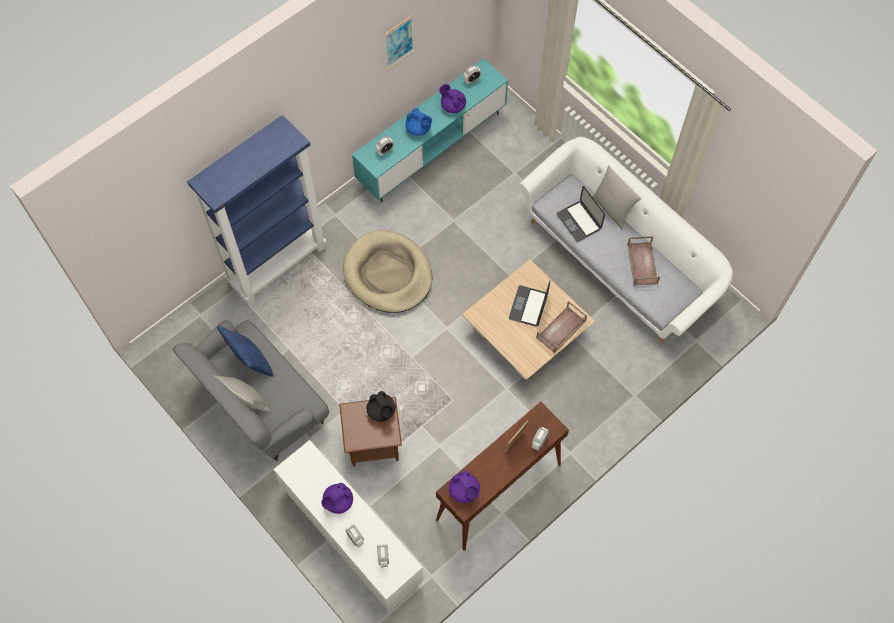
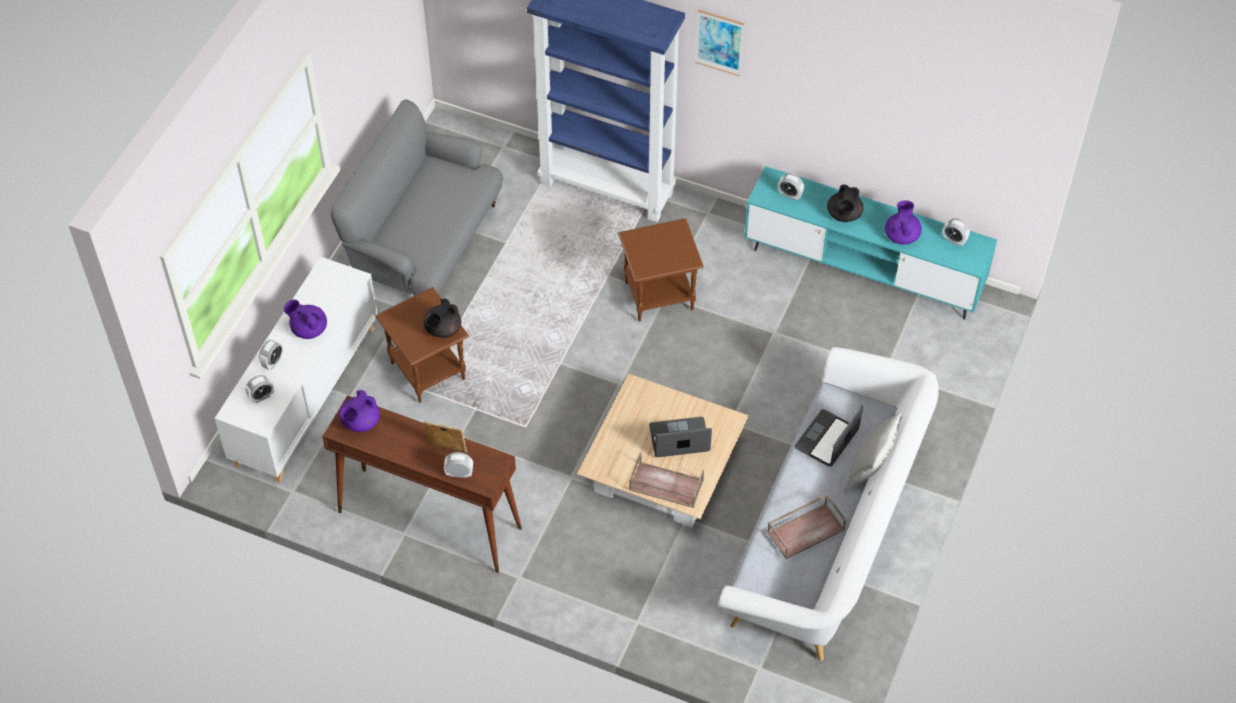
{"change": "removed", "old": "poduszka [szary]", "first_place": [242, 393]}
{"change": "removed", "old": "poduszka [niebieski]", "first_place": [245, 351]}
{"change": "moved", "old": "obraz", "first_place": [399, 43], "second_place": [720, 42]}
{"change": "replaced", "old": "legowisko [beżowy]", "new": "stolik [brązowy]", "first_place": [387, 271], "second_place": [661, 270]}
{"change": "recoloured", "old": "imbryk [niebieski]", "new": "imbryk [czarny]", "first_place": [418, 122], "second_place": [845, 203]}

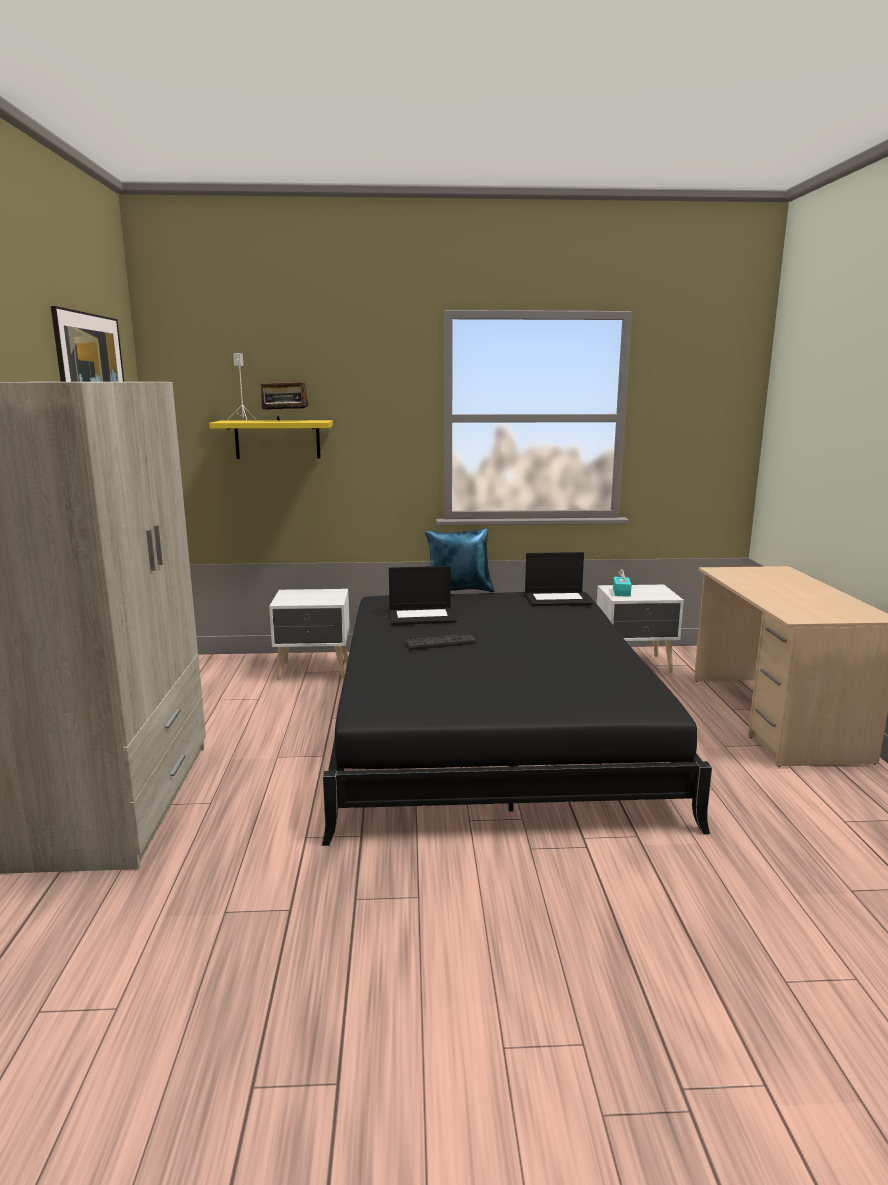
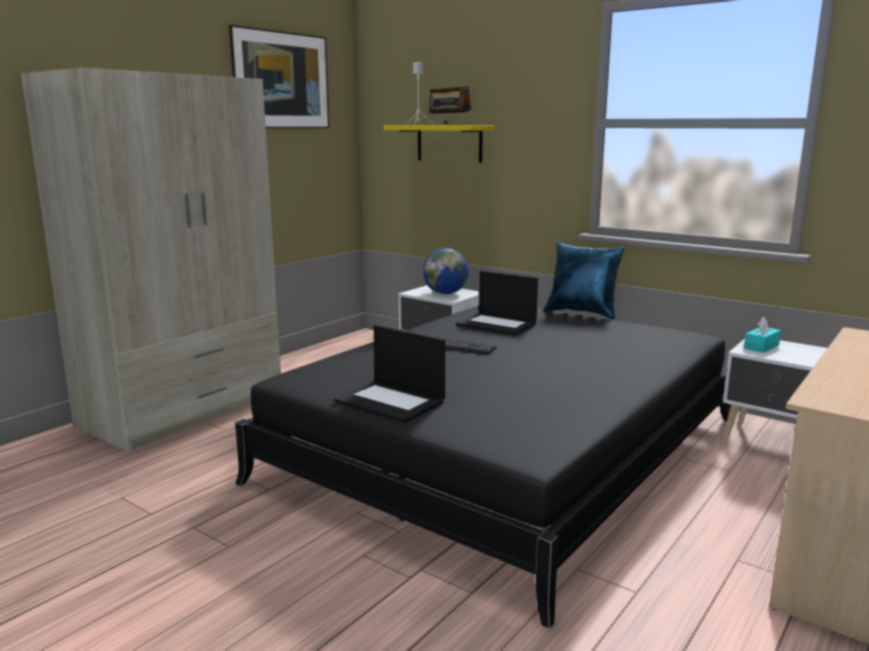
{"change": "added", "new": "globus", "second_place": [446, 271]}
{"change": "moved", "old": "laptop", "first_place": [559, 579], "second_place": [389, 374]}

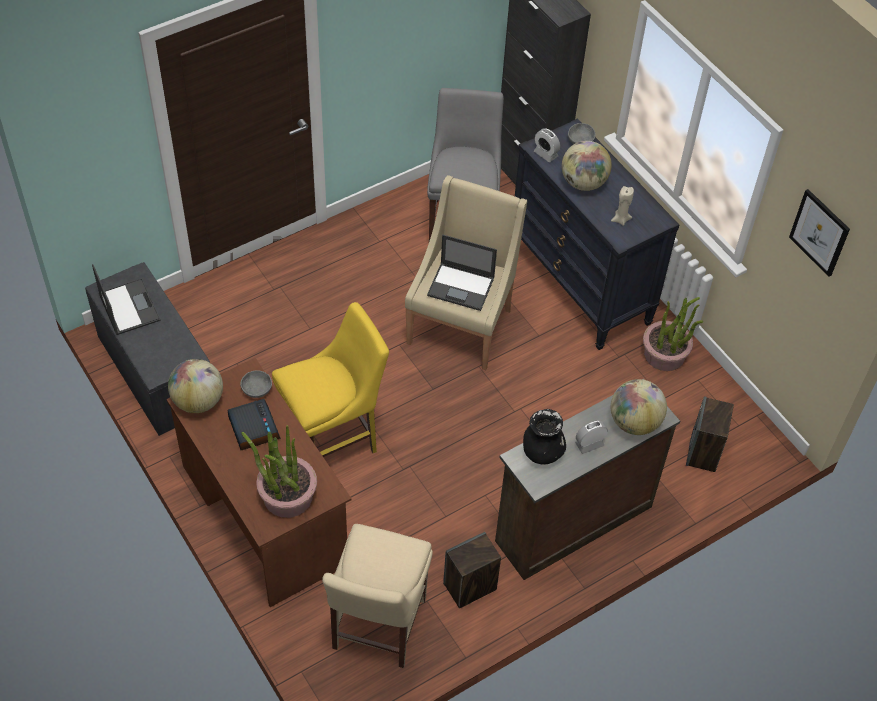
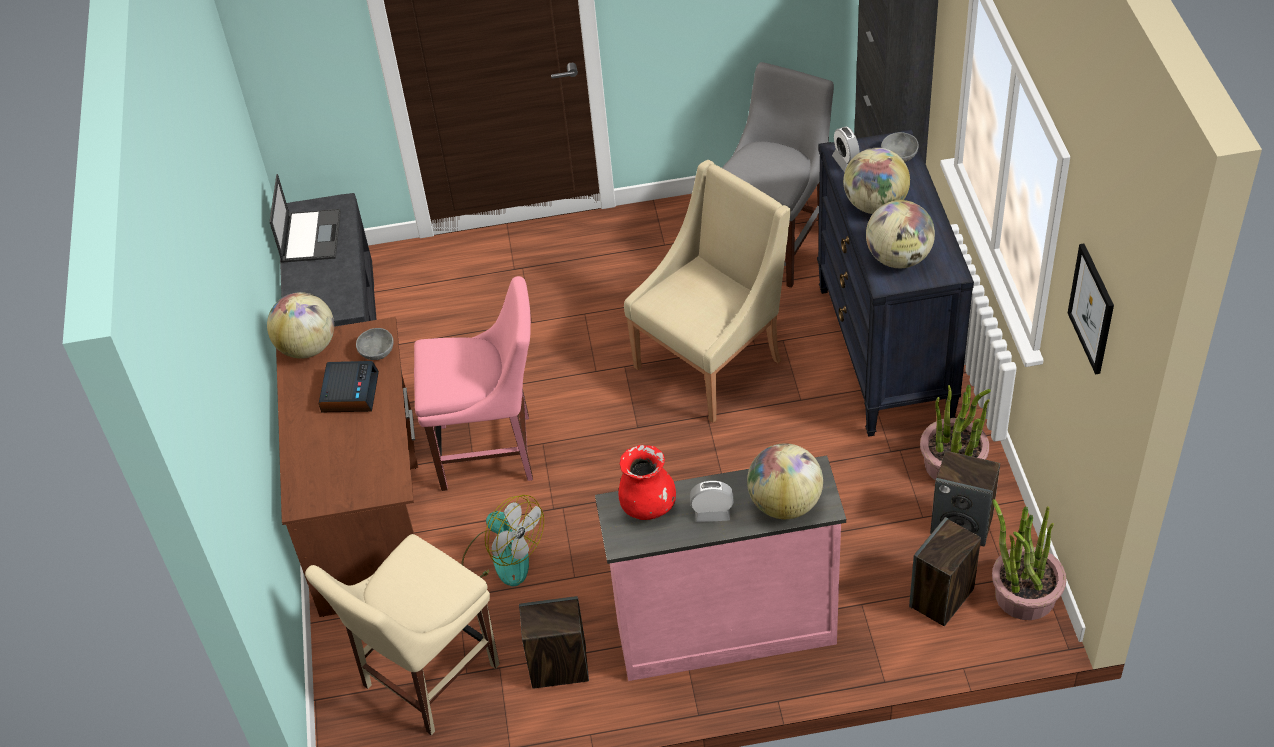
{"change": "removed", "old": "laptop", "first_place": [462, 273]}
{"change": "added", "new": "wentylator", "second_place": [502, 540]}
{"change": "added", "new": "głośnik", "second_place": [965, 498]}
{"change": "moved", "old": "roślina doniczkowa", "first_place": [279, 471], "second_place": [1029, 559]}
{"change": "replaced", "old": "świeca [beżowy]", "new": "globus", "first_place": [622, 206], "second_place": [900, 234]}
{"change": "recoloured", "old": "krzesło [żółty]", "new": "krzesło [różowy]", "first_place": [330, 379], "second_place": [473, 383]}
{"change": "recoloured", "old": "komoda [brązowy]", "new": "komoda [różowy]", "first_place": [587, 479], "second_place": [720, 568]}
{"change": "recoloured", "old": "wazon [czarny]", "new": "wazon [czerwony]", "first_place": [544, 436], "second_place": [647, 482]}

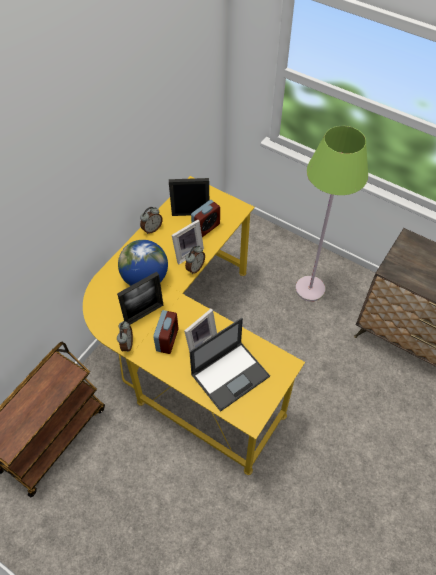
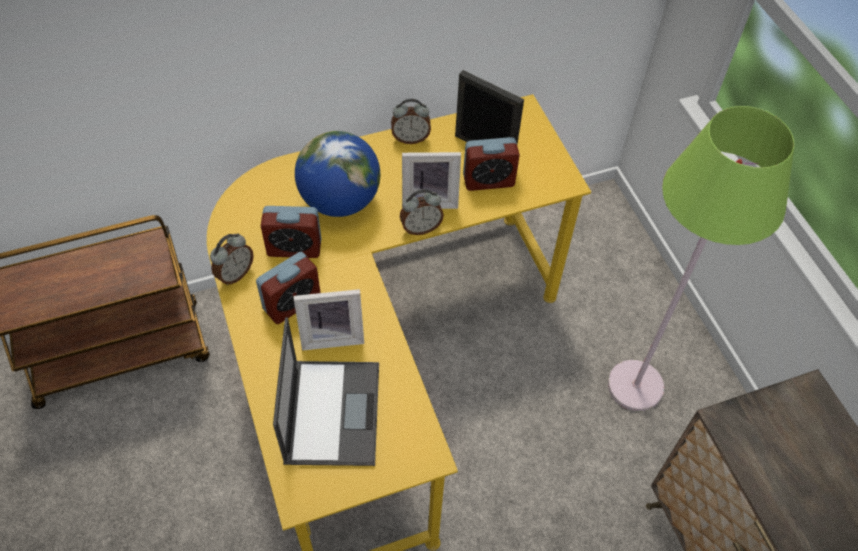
{"change": "replaced", "old": "ramka na zdjęcie", "new": "budzik", "first_place": [140, 298], "second_place": [291, 232]}
{"change": "turned", "old": "laptop", "first_place": [229, 365], "second_place": [326, 391], "degrees": -90}

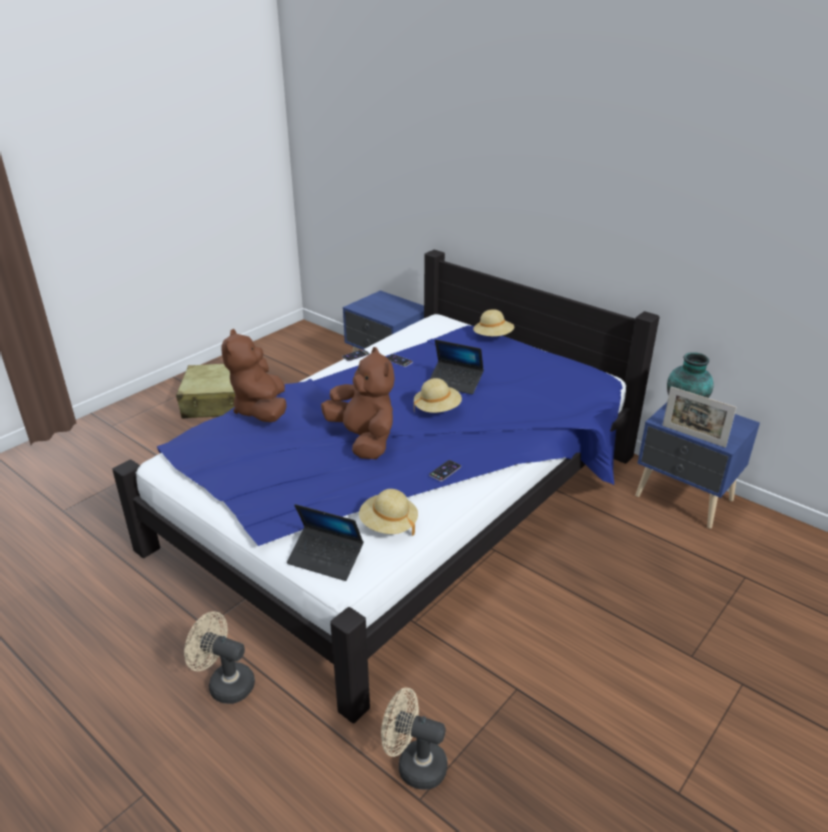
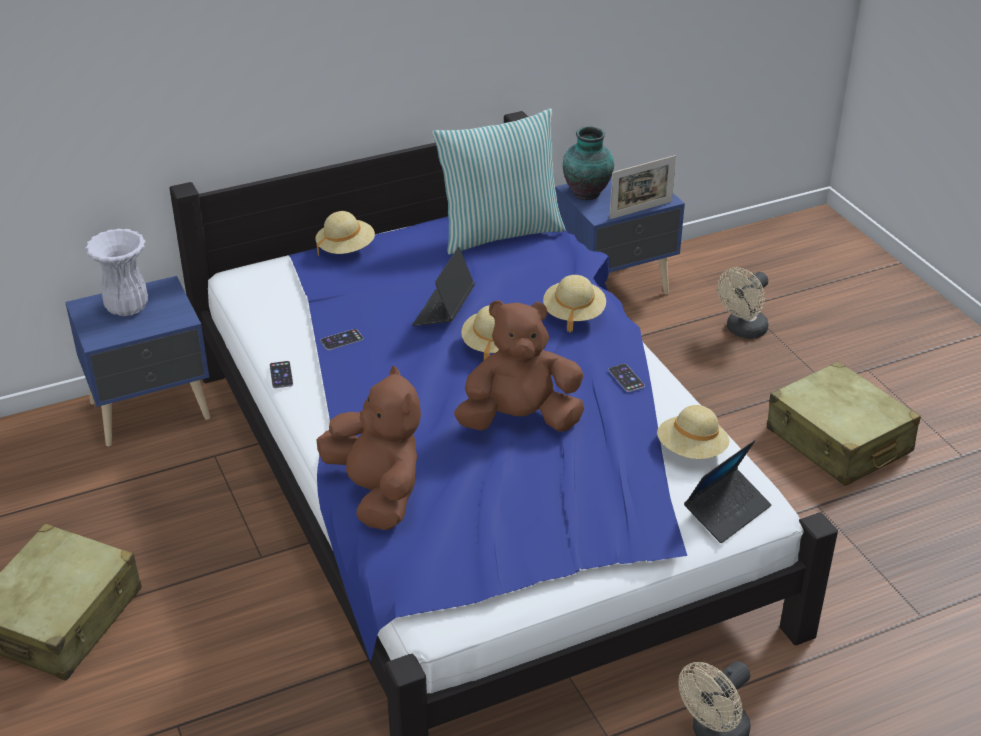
{"change": "added", "new": "wazon [biały]", "second_place": [116, 272]}
{"change": "added", "new": "poduszka", "second_place": [499, 182]}
{"change": "added", "new": "kapelusz [beżowy]", "second_place": [574, 304]}
{"change": "added", "new": "walizka [beżowy]", "second_place": [844, 423]}
{"change": "moved", "old": "wentylator [beżowy]", "first_place": [414, 739], "second_place": [743, 303]}
{"change": "turned", "old": "pluszak [brązowy]", "first_place": [254, 375], "second_place": [369, 448], "degrees": -135}
{"change": "turned", "old": "laptop", "first_place": [457, 367], "second_place": [443, 286], "degrees": 150}

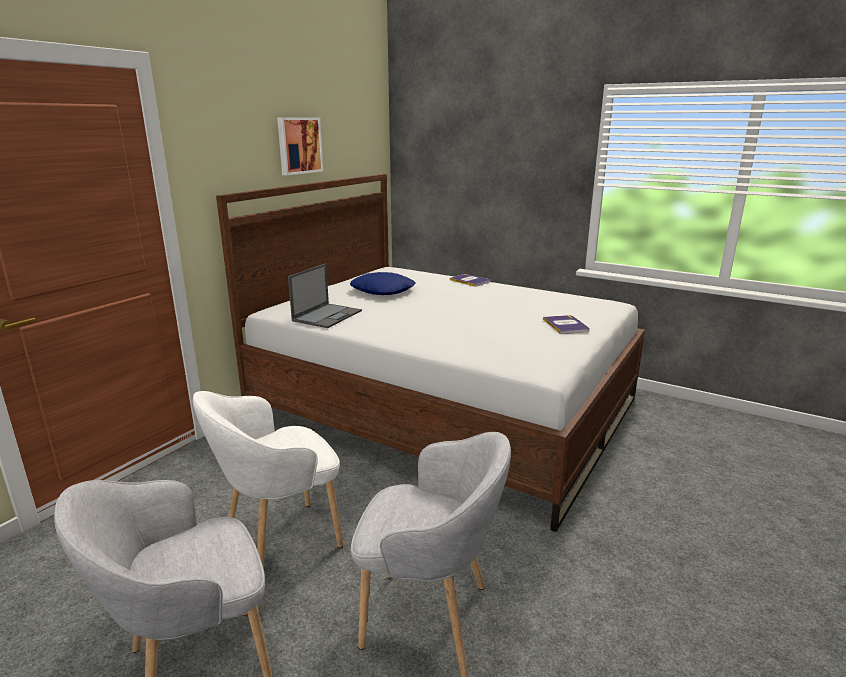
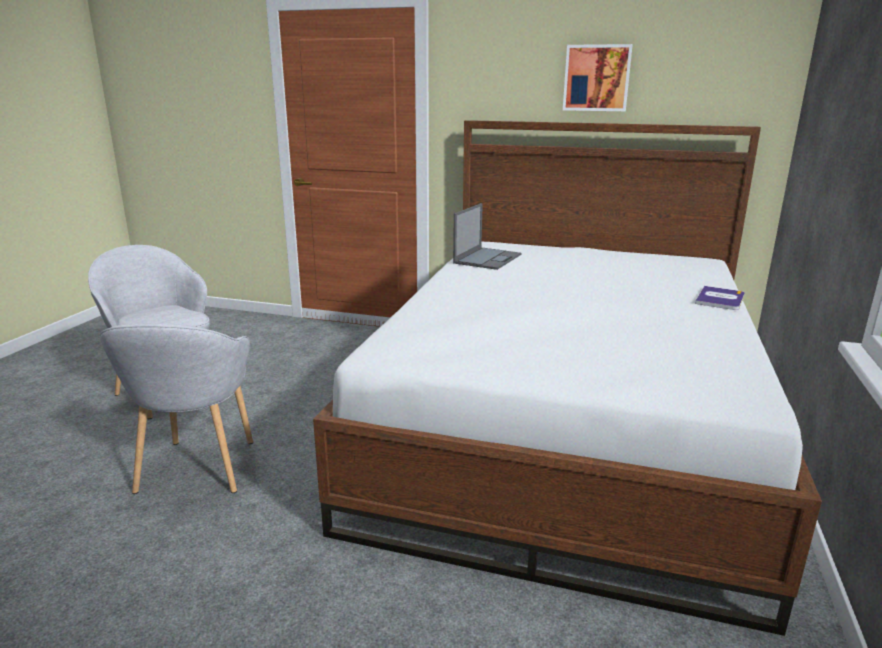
{"change": "removed", "old": "fotel [biały]", "first_place": [268, 480]}
{"change": "removed", "old": "poduszka [niebieski]", "first_place": [383, 283]}
{"change": "removed", "old": "książka", "first_place": [566, 324]}
{"change": "turned", "old": "laptop", "first_place": [325, 295], "second_place": [487, 236], "degrees": -75}

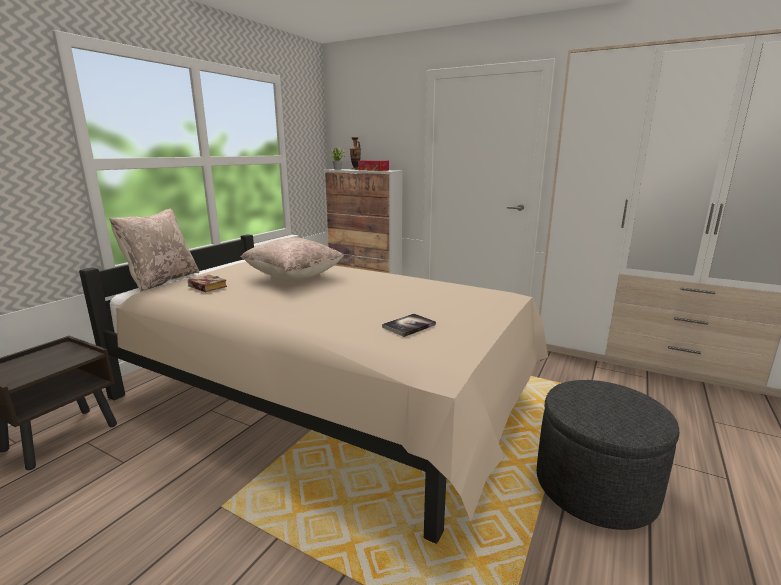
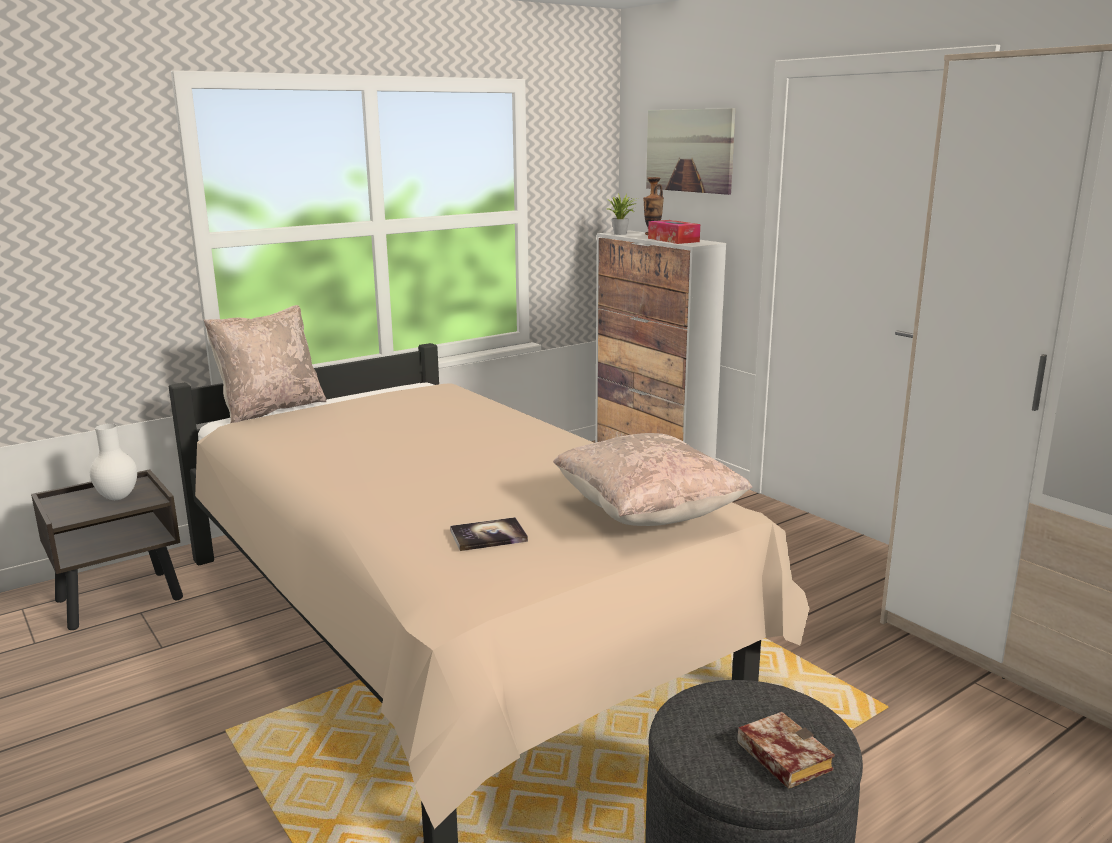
{"change": "added", "new": "wazon [biały]", "second_place": [113, 462]}
{"change": "added", "new": "obraz", "second_place": [690, 151]}
{"change": "moved", "old": "książka", "first_place": [207, 283], "second_place": [786, 750]}
{"change": "moved", "old": "poduszka [beżowy]", "first_place": [292, 258], "second_place": [653, 479]}

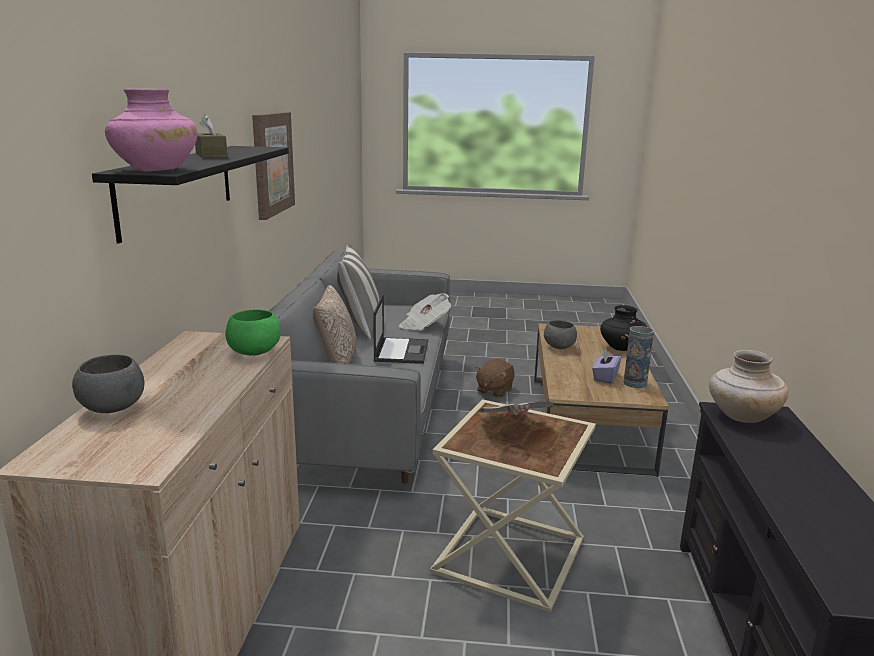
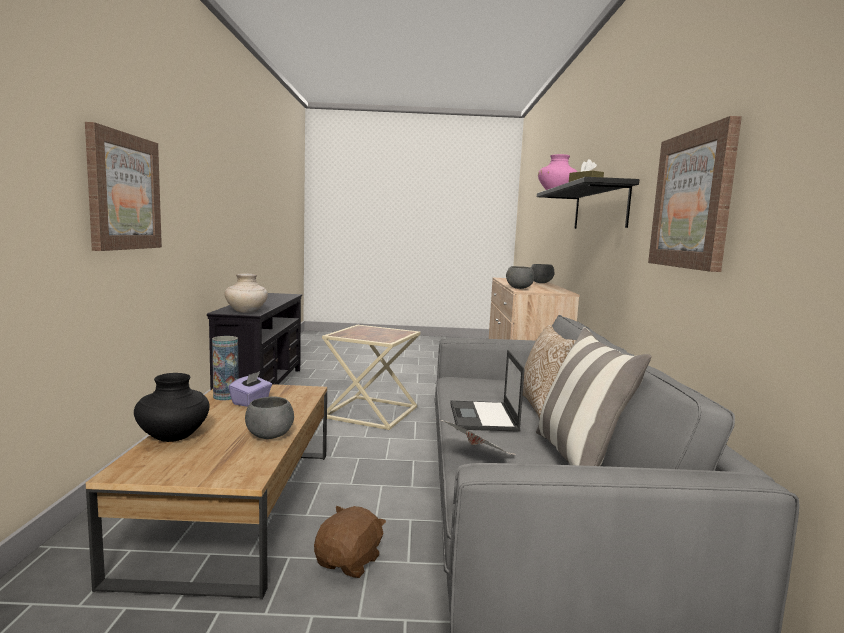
{"change": "removed", "old": "gazeta", "first_place": [516, 408]}
{"change": "added", "new": "obraz", "second_place": [123, 186]}
{"change": "recoloured", "old": "miska [zielony]", "new": "miska [szary]", "first_place": [253, 333], "second_place": [520, 277]}

